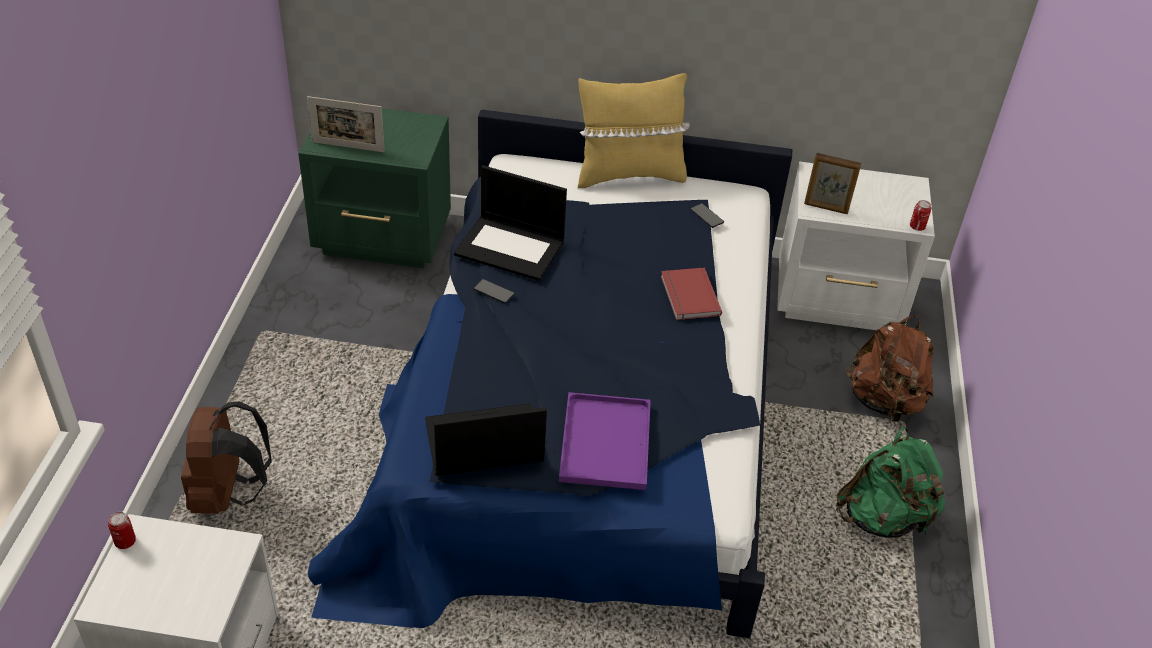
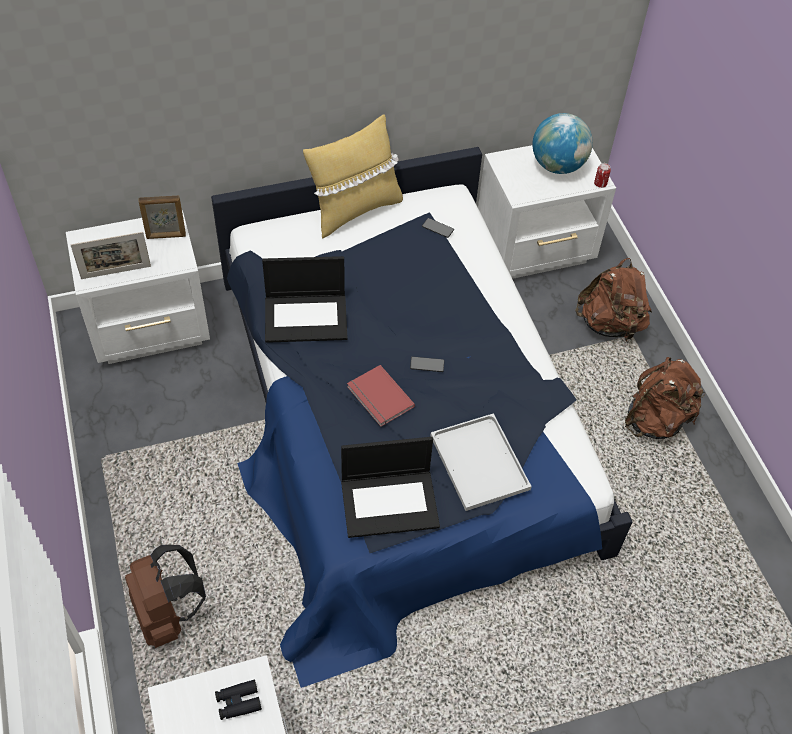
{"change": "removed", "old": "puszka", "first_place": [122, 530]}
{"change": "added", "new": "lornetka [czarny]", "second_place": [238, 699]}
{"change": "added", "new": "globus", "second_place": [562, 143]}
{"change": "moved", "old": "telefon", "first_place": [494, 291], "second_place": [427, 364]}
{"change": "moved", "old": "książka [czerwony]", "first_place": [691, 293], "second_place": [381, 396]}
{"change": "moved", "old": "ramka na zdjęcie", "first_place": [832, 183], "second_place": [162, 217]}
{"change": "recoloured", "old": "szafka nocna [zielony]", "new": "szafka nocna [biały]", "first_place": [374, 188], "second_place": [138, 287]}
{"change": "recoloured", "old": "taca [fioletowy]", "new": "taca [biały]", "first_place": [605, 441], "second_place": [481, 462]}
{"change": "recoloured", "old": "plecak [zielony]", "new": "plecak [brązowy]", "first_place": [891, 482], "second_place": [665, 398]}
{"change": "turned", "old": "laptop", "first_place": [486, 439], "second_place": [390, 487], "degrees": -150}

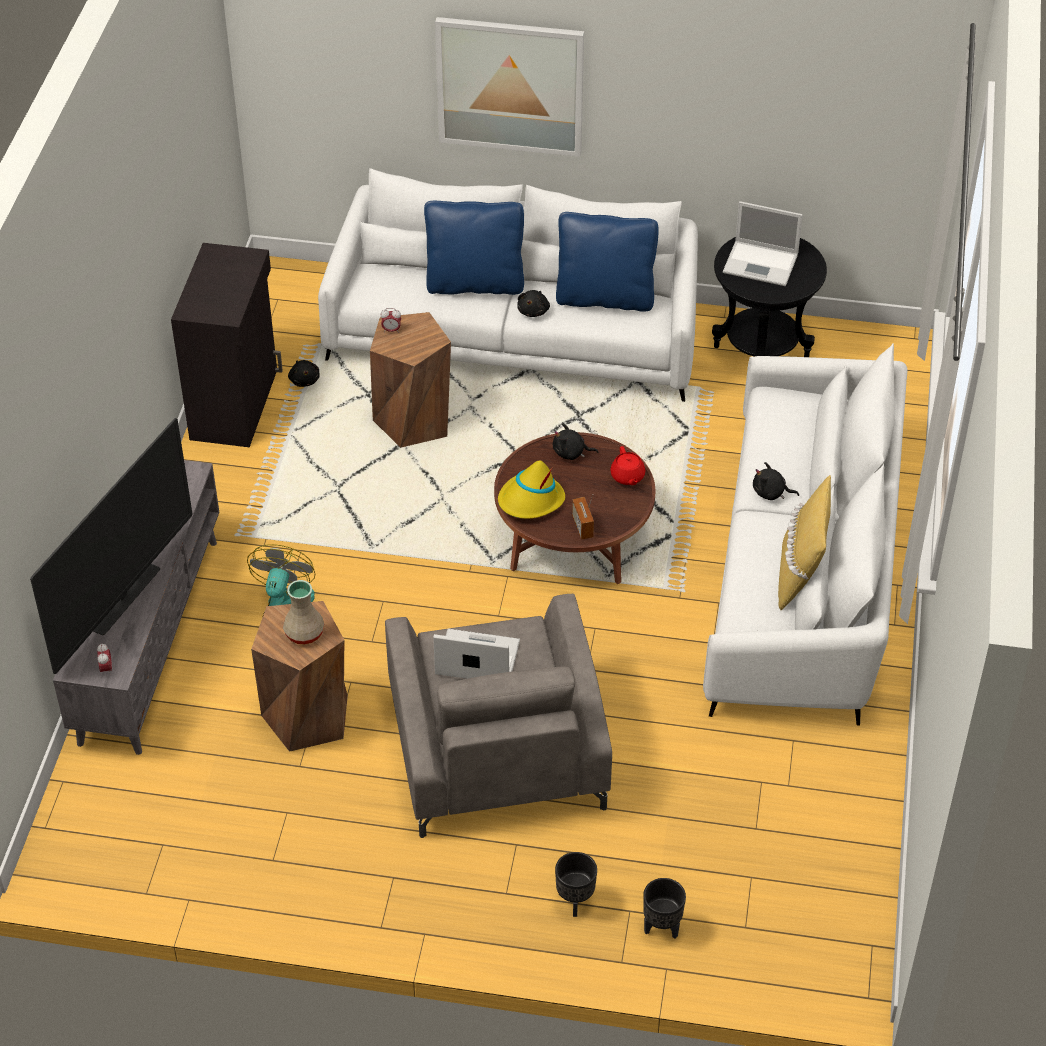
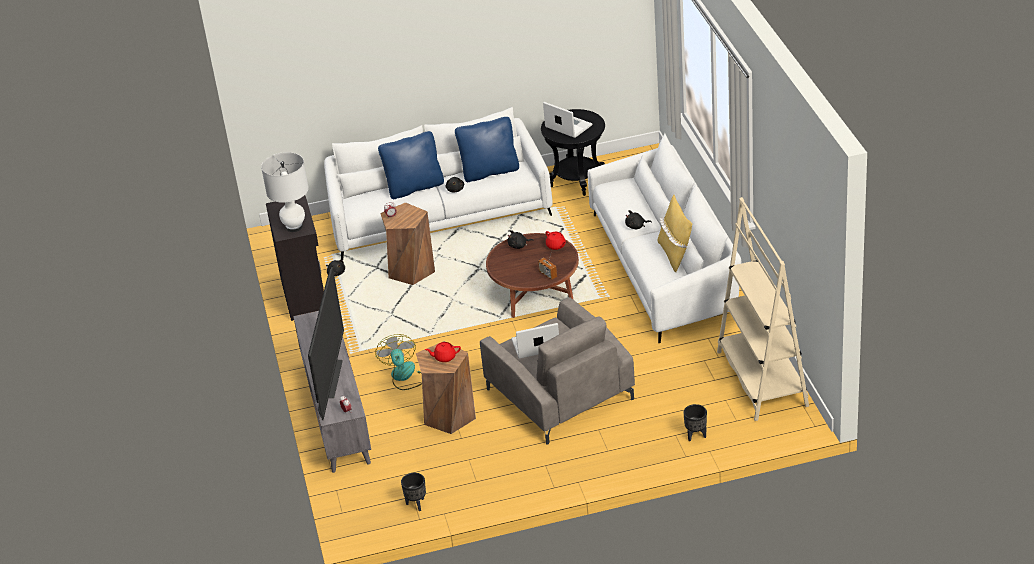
{"change": "removed", "old": "obraz", "first_place": [509, 87]}
{"change": "removed", "old": "kapelusz [żółty]", "first_place": [531, 489]}
{"change": "added", "new": "lampa stołowa [biały]", "second_place": [285, 192]}
{"change": "added", "new": "regał [beżowy]", "second_place": [763, 309]}
{"change": "moved", "old": "donica [czarny]", "first_place": [576, 884], "second_place": [413, 492]}
{"change": "replaced", "old": "wazon [beżowy]", "new": "imbryk [czerwony]", "first_place": [303, 612], "second_place": [443, 352]}
{"change": "turned", "old": "laptop", "first_place": [763, 243], "second_place": [568, 120], "degrees": -135}

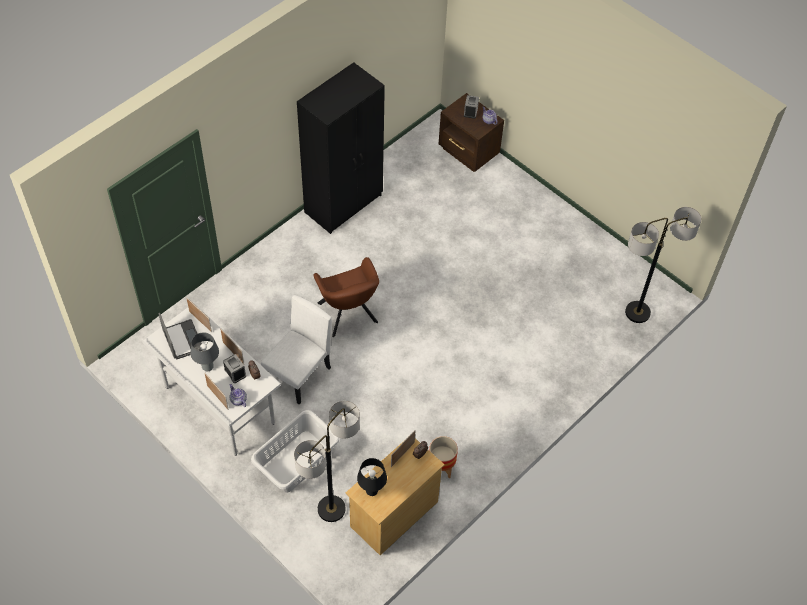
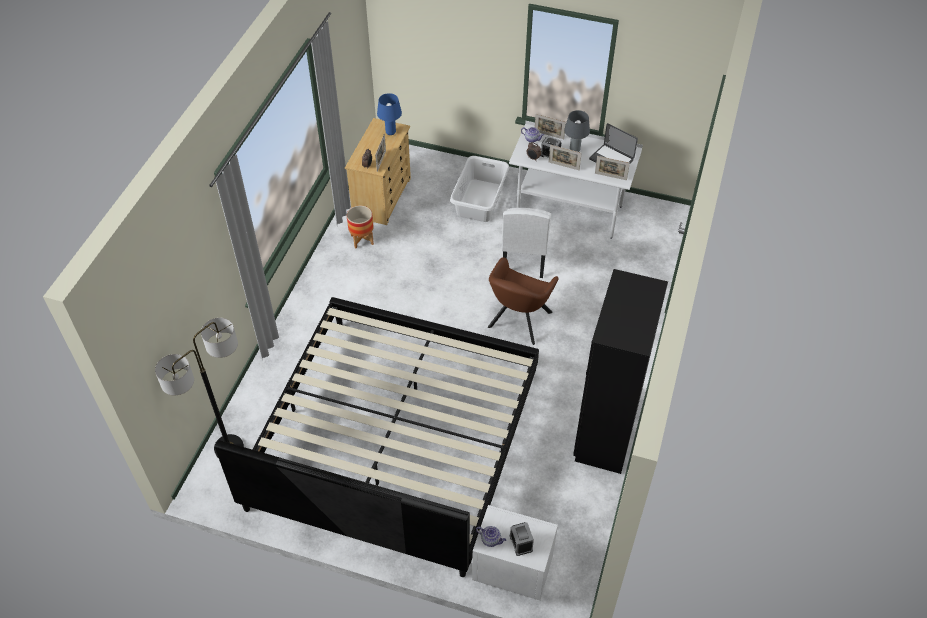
{"change": "removed", "old": "lampa stojąca", "first_place": [327, 461]}
{"change": "added", "new": "łóżko", "second_place": [377, 437]}
{"change": "recoloured", "old": "lampa stołowa [czarny]", "new": "lampa stołowa [niebieski]", "first_place": [372, 477], "second_place": [389, 114]}
{"change": "recoloured", "old": "szafka nocna [brązowy]", "new": "szafka nocna [biały]", "first_place": [471, 132], "second_place": [515, 552]}
{"change": "turned", "old": "fotel [brązowy]", "first_place": [346, 297], "second_place": [523, 301], "degrees": -105}

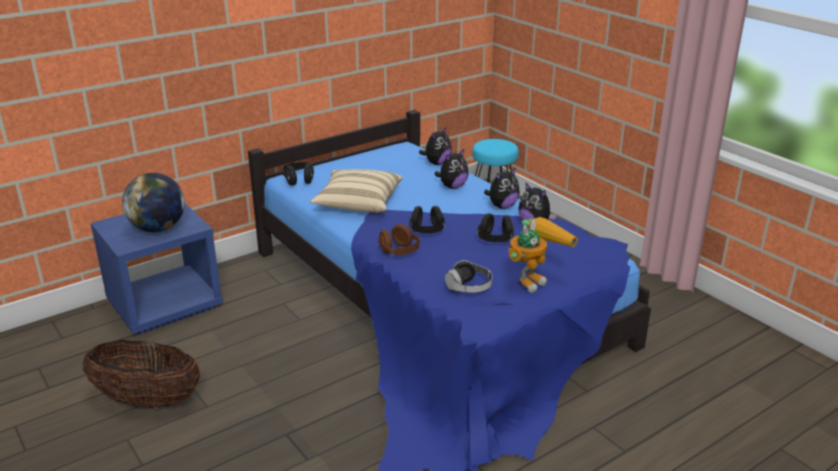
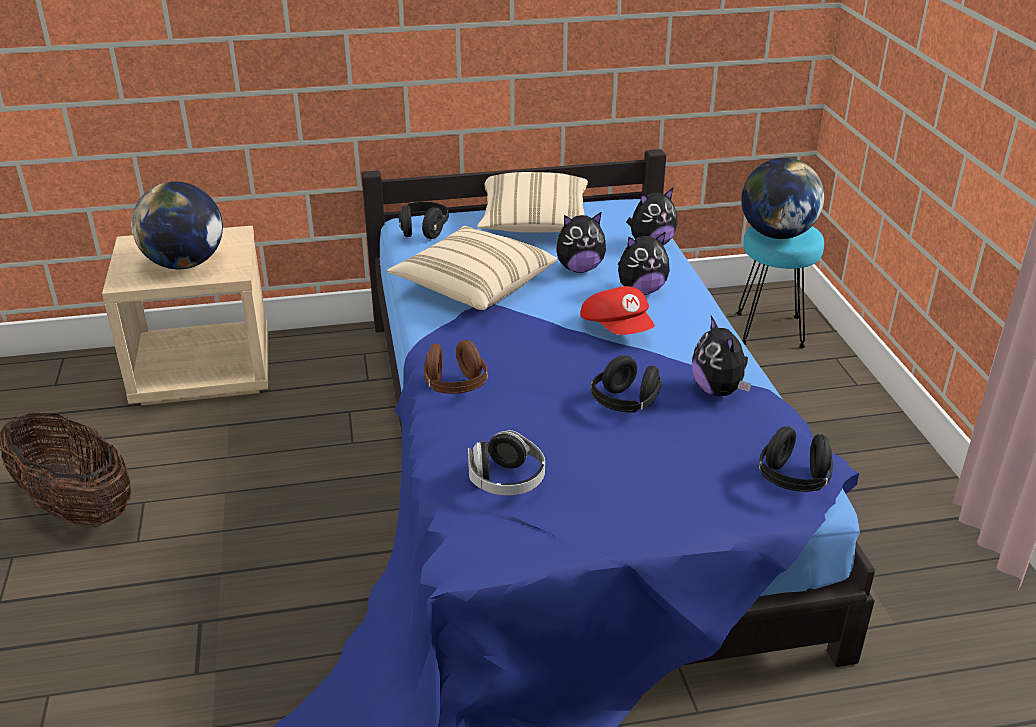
{"change": "removed", "old": "robot zabawkowy", "first_place": [543, 255]}
{"change": "added", "new": "poduszka [beżowy]", "second_place": [532, 202]}
{"change": "added", "new": "czapka z daszkiem [czerwony]", "second_place": [617, 310]}
{"change": "added", "new": "globus", "second_place": [782, 198]}
{"change": "moved", "old": "słuchawki [czarny]", "first_place": [427, 219], "second_place": [796, 459]}
{"change": "moved", "old": "pluszak", "first_place": [502, 188], "second_place": [581, 242]}
{"change": "recoloured", "old": "szafka nocna [niebieski]", "new": "szafka nocna [beżowy]", "first_place": [157, 268], "second_place": [185, 316]}

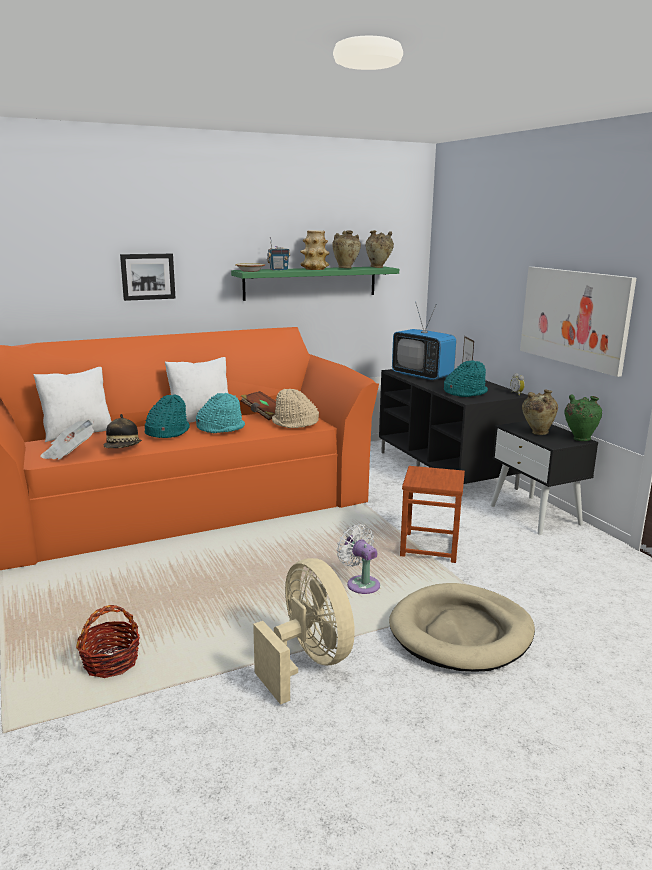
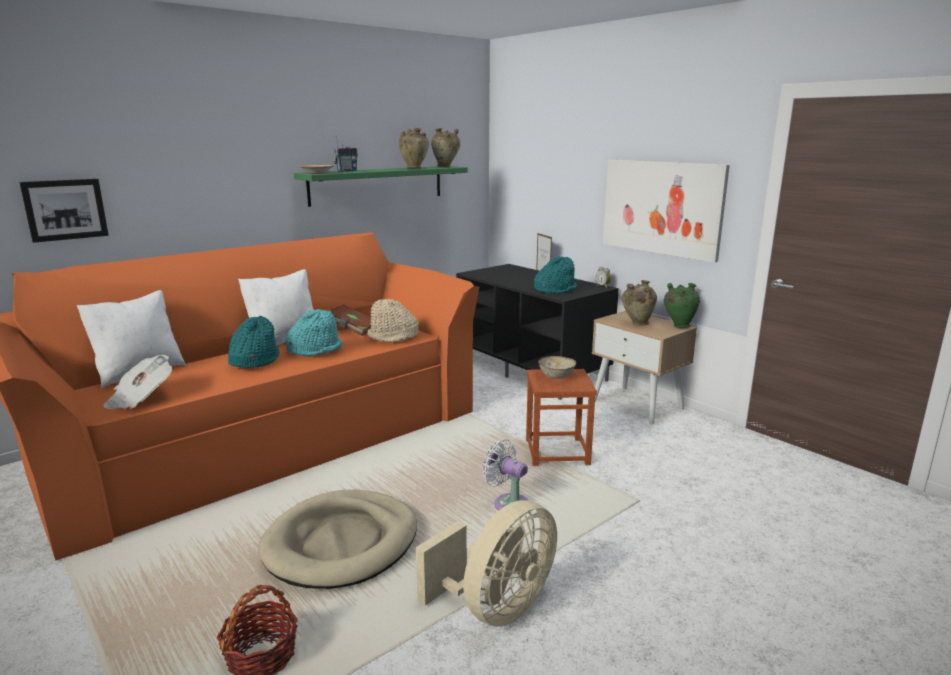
{"change": "removed", "old": "kapelusz", "first_place": [123, 431]}
{"change": "removed", "old": "wazon", "first_place": [315, 250]}
{"change": "removed", "old": "telewizor", "first_place": [424, 342]}
{"change": "added", "new": "miska", "second_place": [557, 367]}
{"change": "moved", "old": "obraz", "first_place": [148, 277], "second_place": [64, 211]}
{"change": "moved", "old": "legowisko [beżowy]", "first_place": [462, 627], "second_place": [337, 539]}
{"change": "recoloured", "old": "szafka nocna [czarny]", "new": "szafka nocna [beżowy]", "first_place": [544, 478], "second_place": [644, 367]}
{"change": "turned", "old": "wentylator [beżowy]", "first_place": [304, 631], "second_place": [486, 563], "degrees": 90}

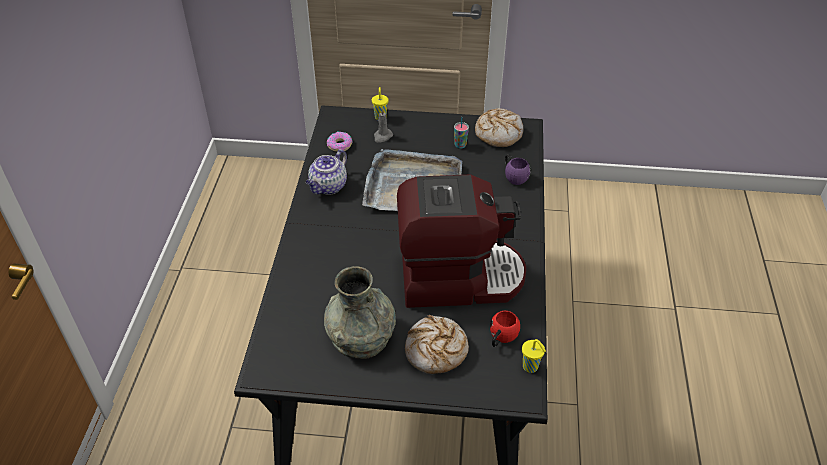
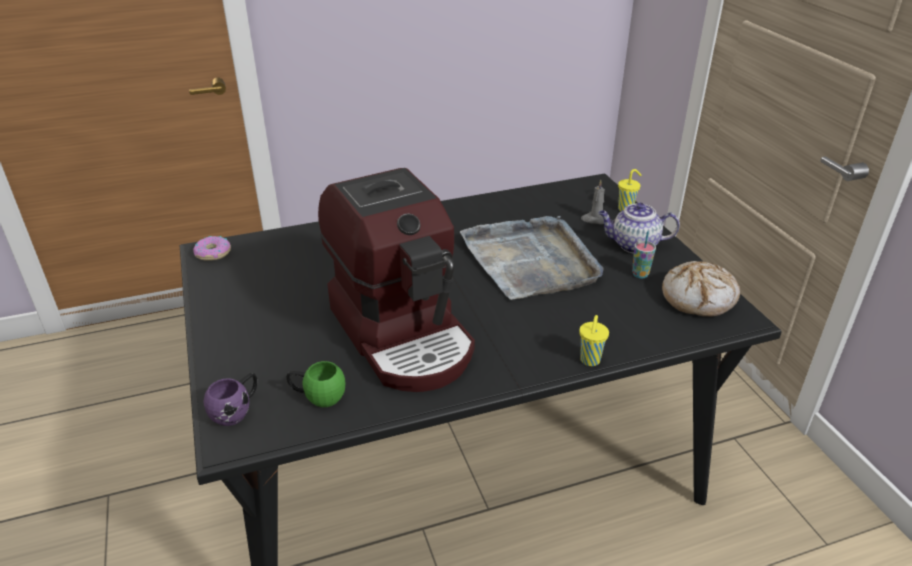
{"change": "removed", "old": "wazon [szary]", "first_place": [360, 312]}
{"change": "removed", "old": "chleb", "first_place": [437, 344]}
{"change": "moved", "old": "imbryk", "first_place": [326, 172], "second_place": [639, 228]}
{"change": "moved", "old": "donut", "first_place": [339, 141], "second_place": [212, 248]}
{"change": "moved", "old": "kubek [fioletowy]", "first_place": [518, 169], "second_place": [230, 399]}
{"change": "moved", "old": "filiżanka [żółty]", "first_place": [534, 356], "second_place": [594, 340]}
{"change": "recoloured", "old": "kubek [czerwony]", "new": "kubek [zielony]", "first_place": [505, 329], "second_place": [316, 384]}

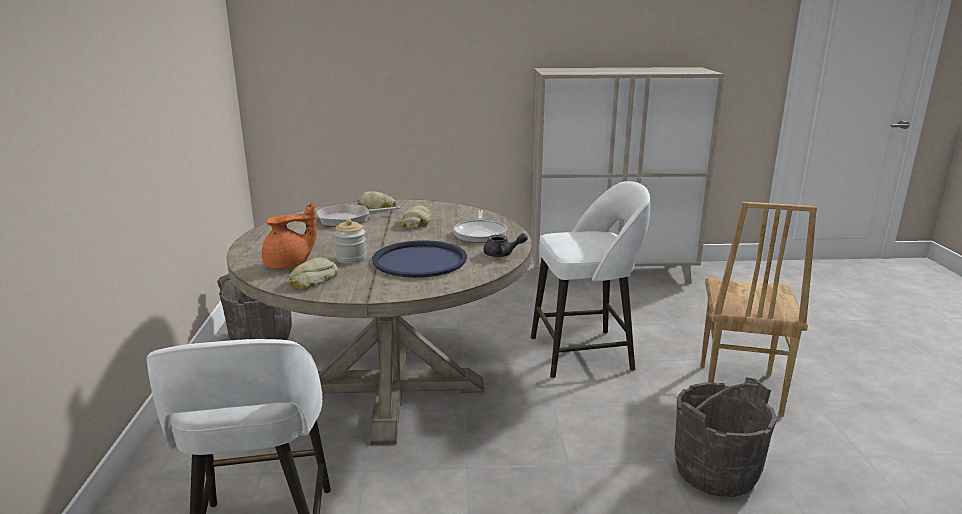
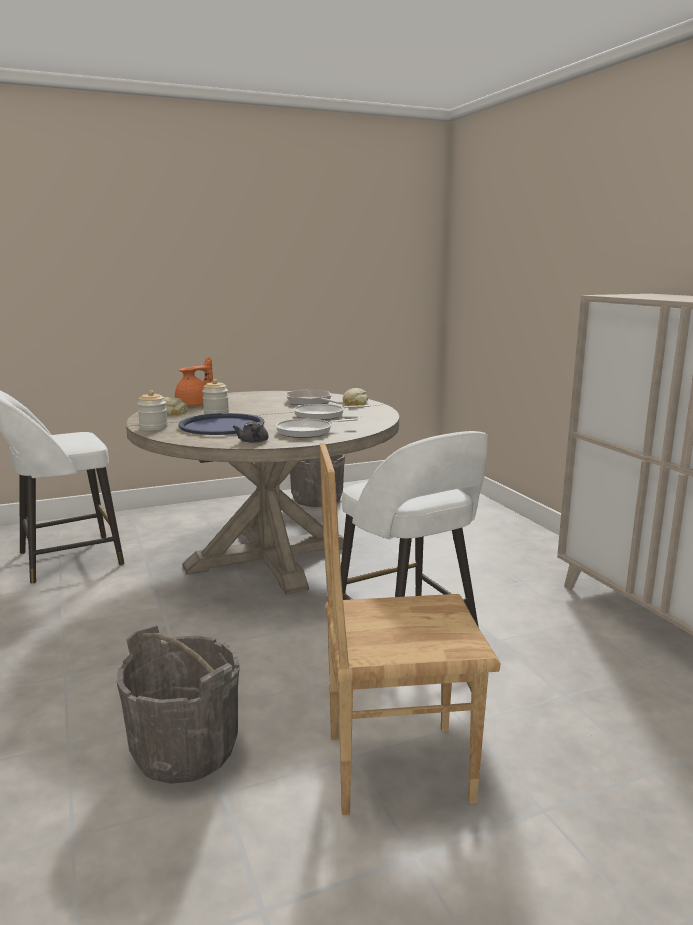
{"change": "added", "new": "słoik", "second_place": [152, 410]}
{"change": "replaced", "old": "chleb", "new": "patelnia", "first_place": [416, 216], "second_place": [332, 412]}
{"change": "turned", "old": "imbryk [pomarańczowy]", "first_place": [289, 236], "second_place": [194, 382], "degrees": -90}

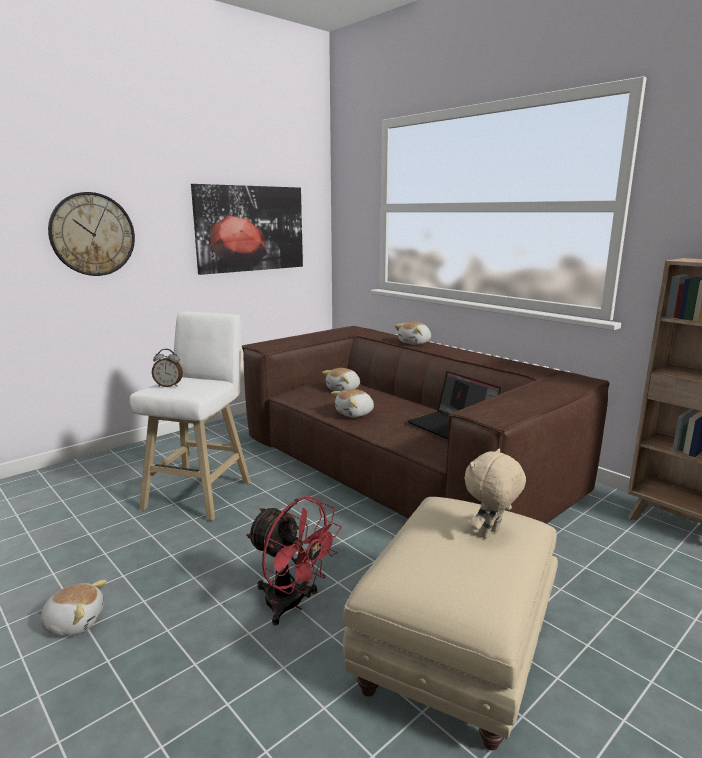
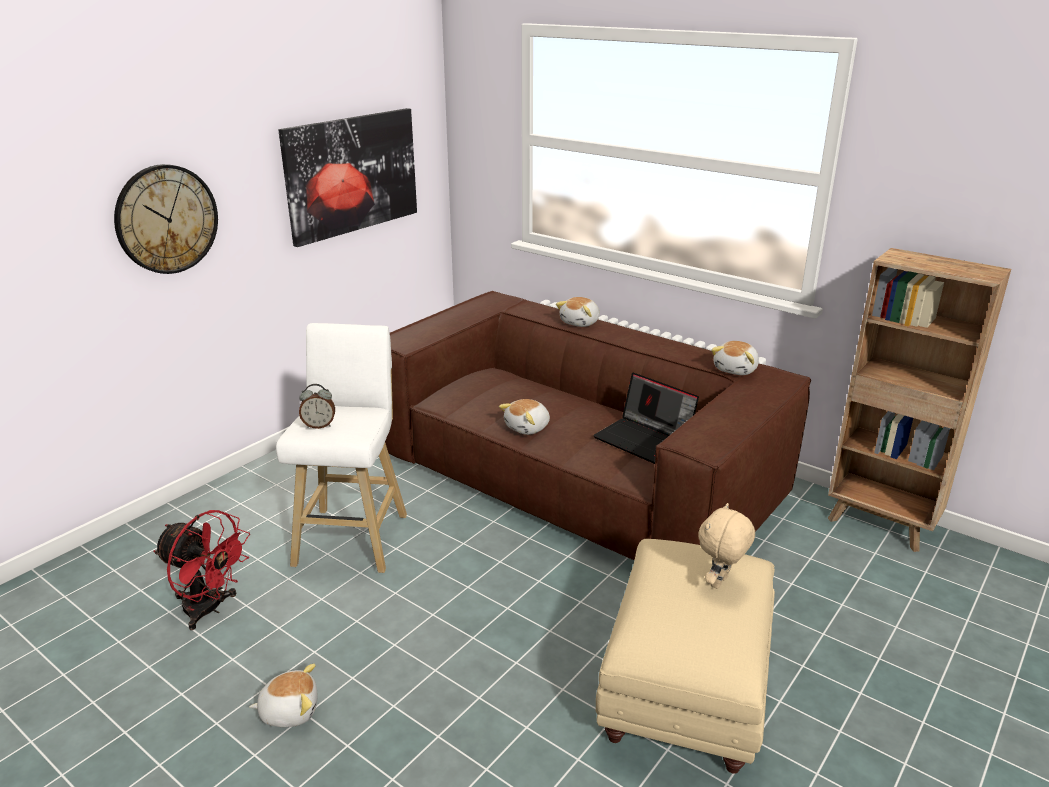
{"change": "moved", "old": "wentylator [czerwony]", "first_place": [294, 560], "second_place": [202, 570]}
{"change": "moved", "old": "pluszak", "first_place": [341, 379], "second_place": [735, 358]}

